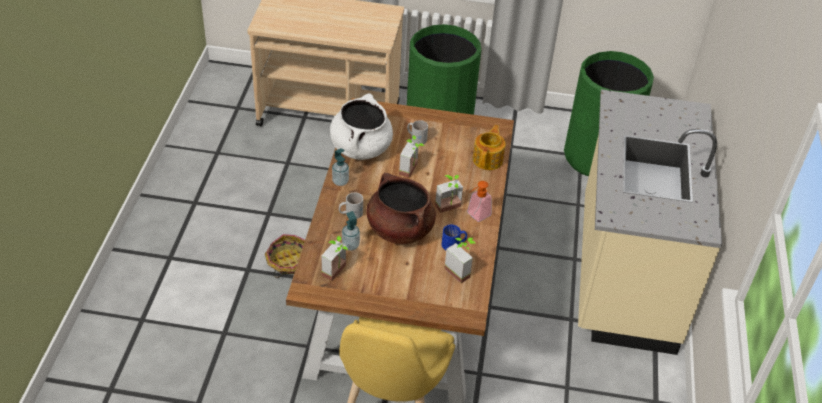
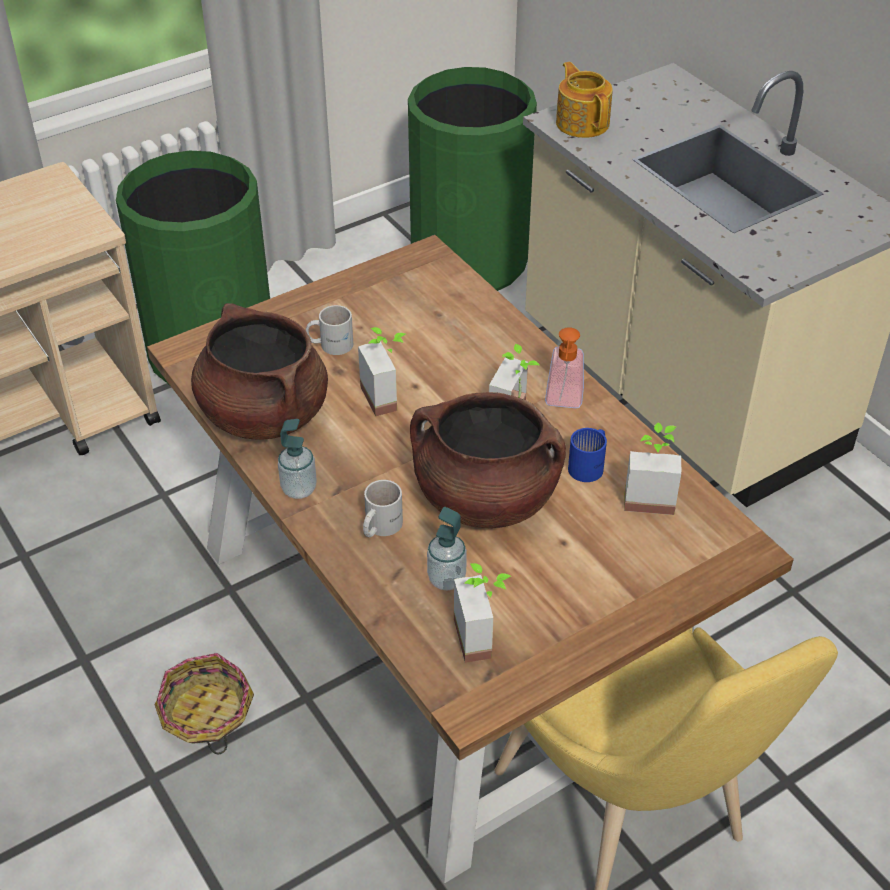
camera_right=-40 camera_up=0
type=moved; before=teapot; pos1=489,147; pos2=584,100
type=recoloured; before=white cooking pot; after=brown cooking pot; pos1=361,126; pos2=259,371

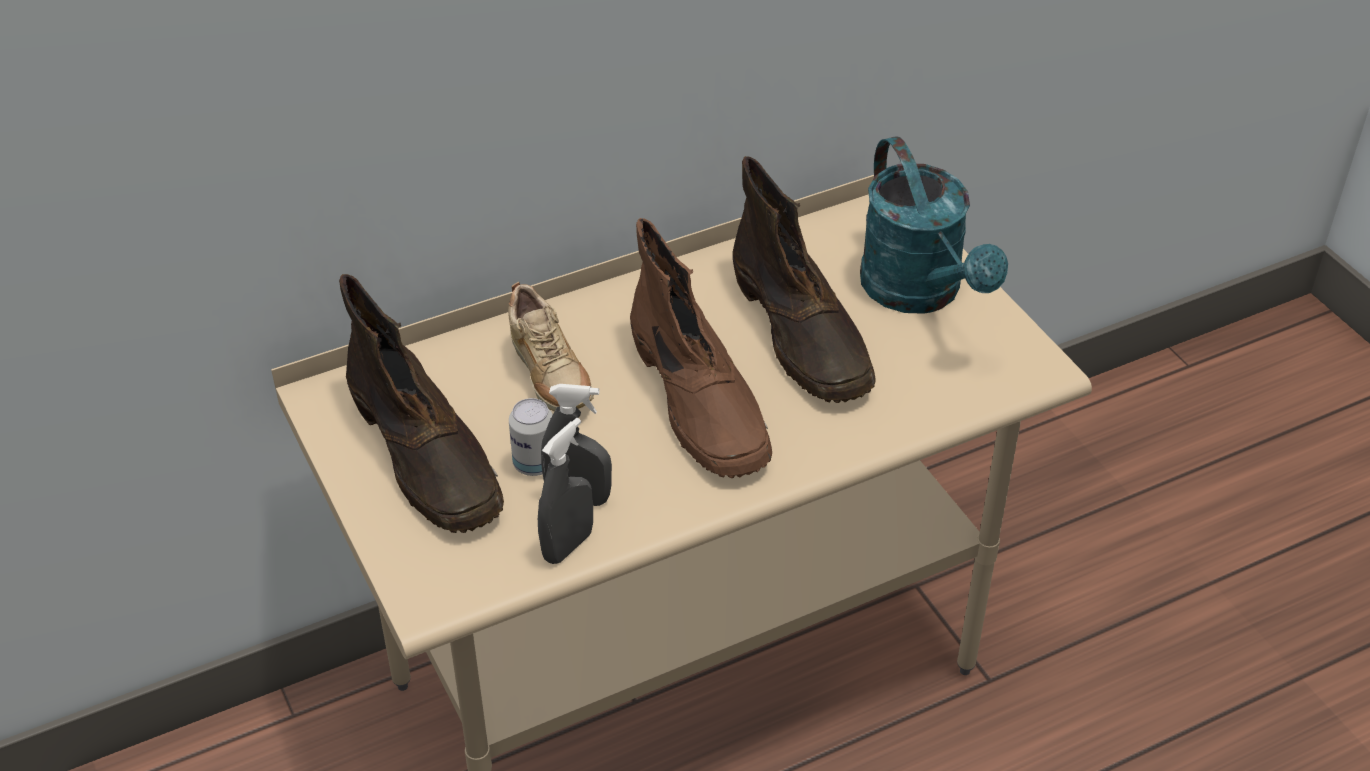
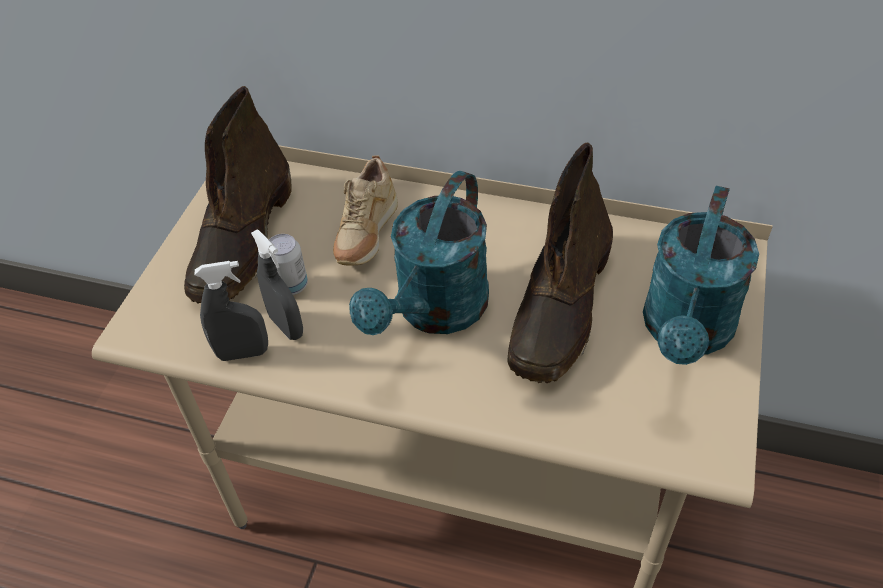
camera_right=45 camera_up=5
type=replaced; before=brown boot; after=turquoise watering can; pos1=701,348; pos2=419,253

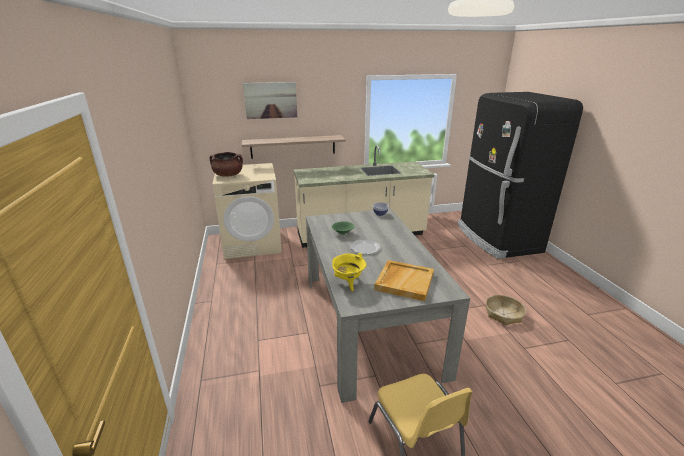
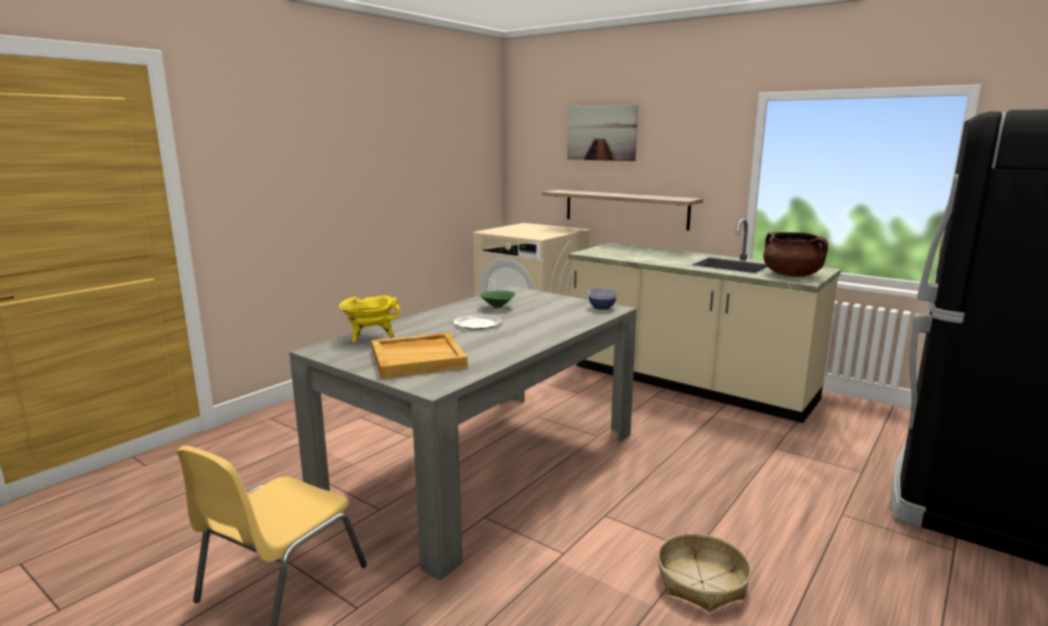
camera_right=50 camera_up=-10
type=moved; before=brown cooking pot; pos1=226,164; pos2=795,254

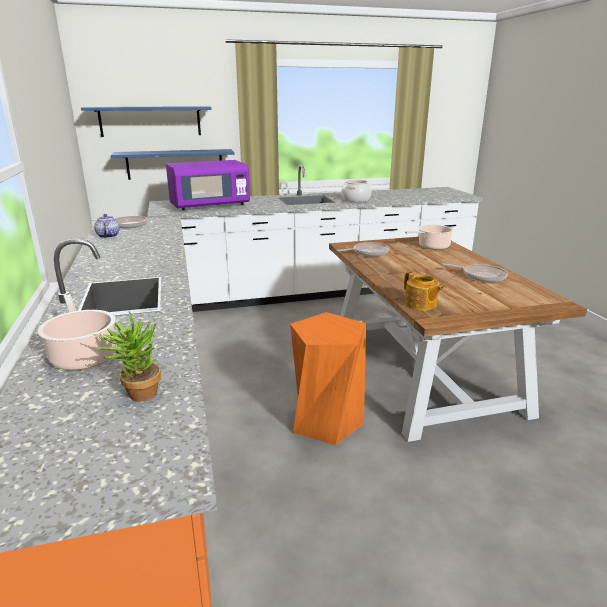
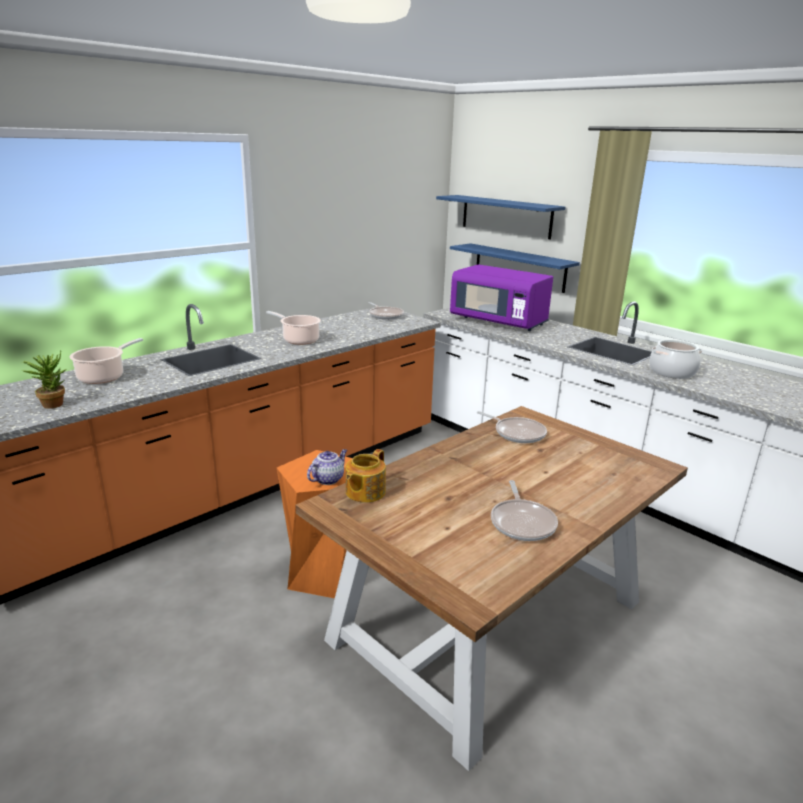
camera_right=60 camera_up=0
type=moved; before=teapot; pos1=106,226; pos2=327,467
type=moved; before=cooking pot; pos1=429,237; pos2=293,328

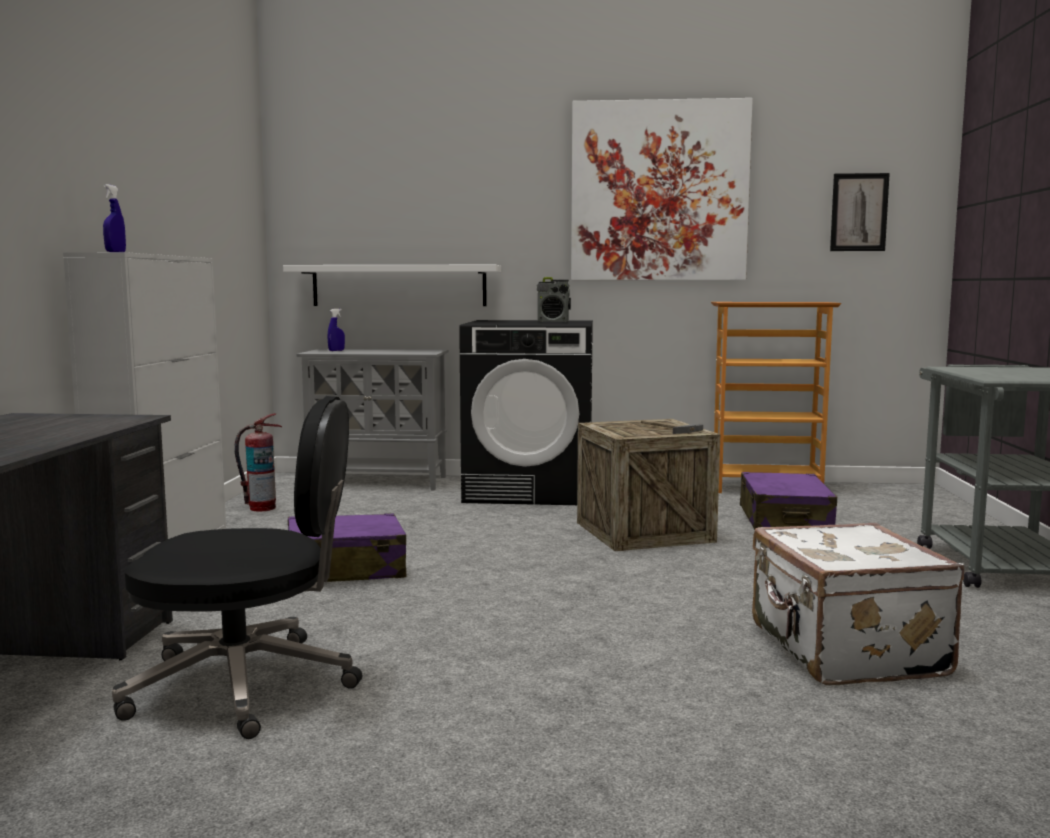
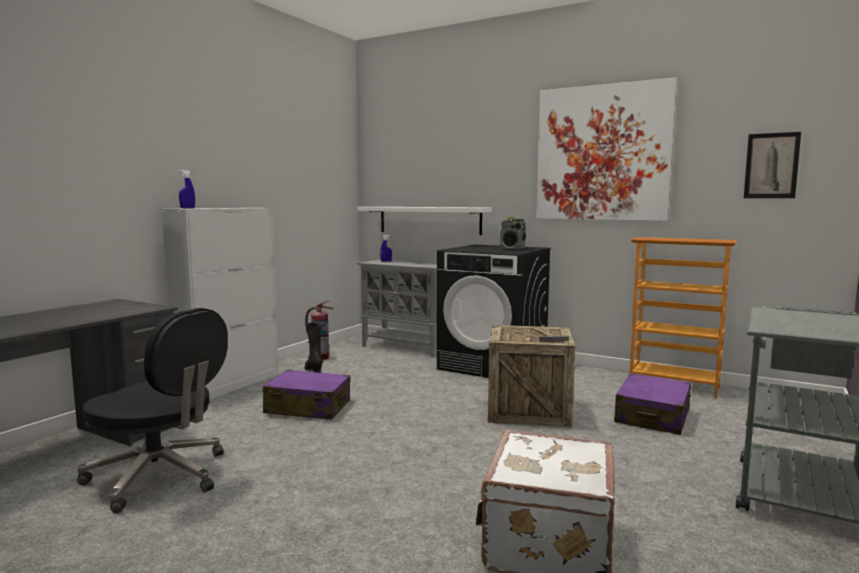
camera_right=25 camera_up=0
type=added; after=black boot; pos2=314,347

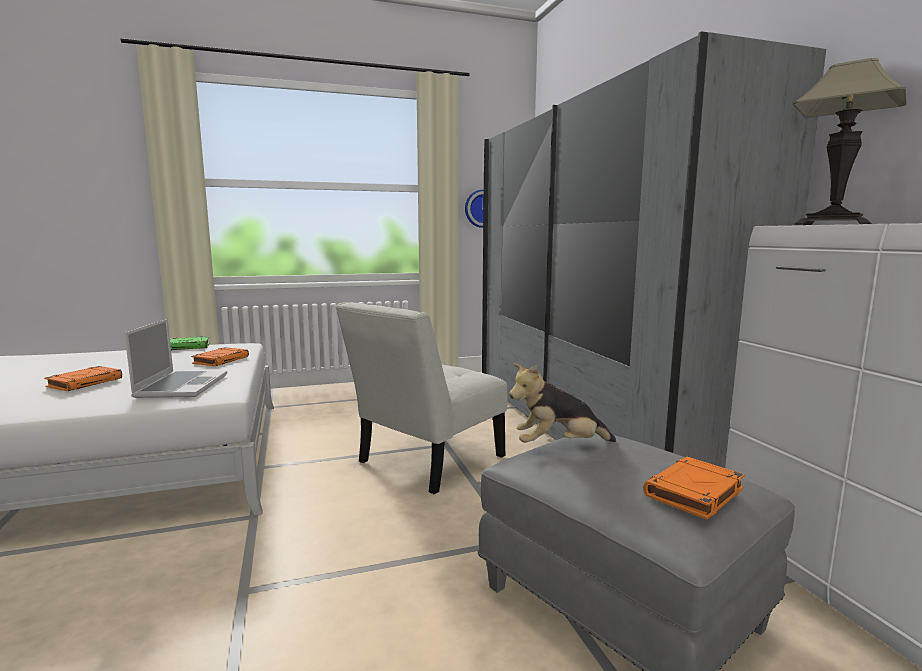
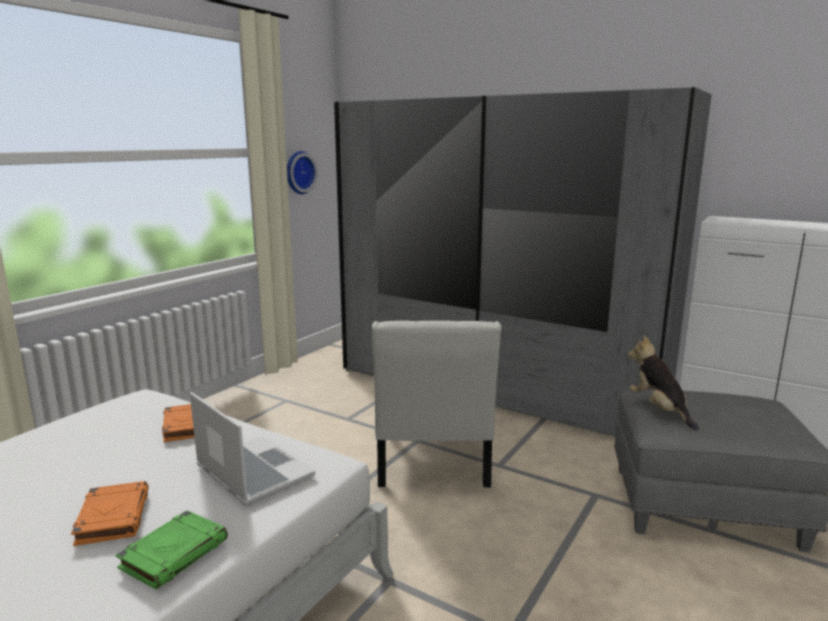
camera_right=-40 camera_up=5
type=removed; before=orange book; pos1=694,488
type=removed; before=table lamp; pos1=849,141
type=moved; before=green book; pos1=190,343; pos2=172,550
type=turned; before=plush toy; pos1=562,403; pos2=663,382; turn=120

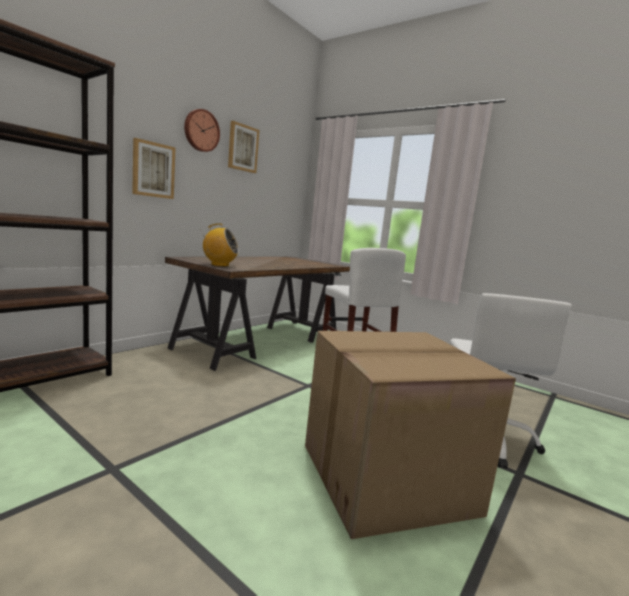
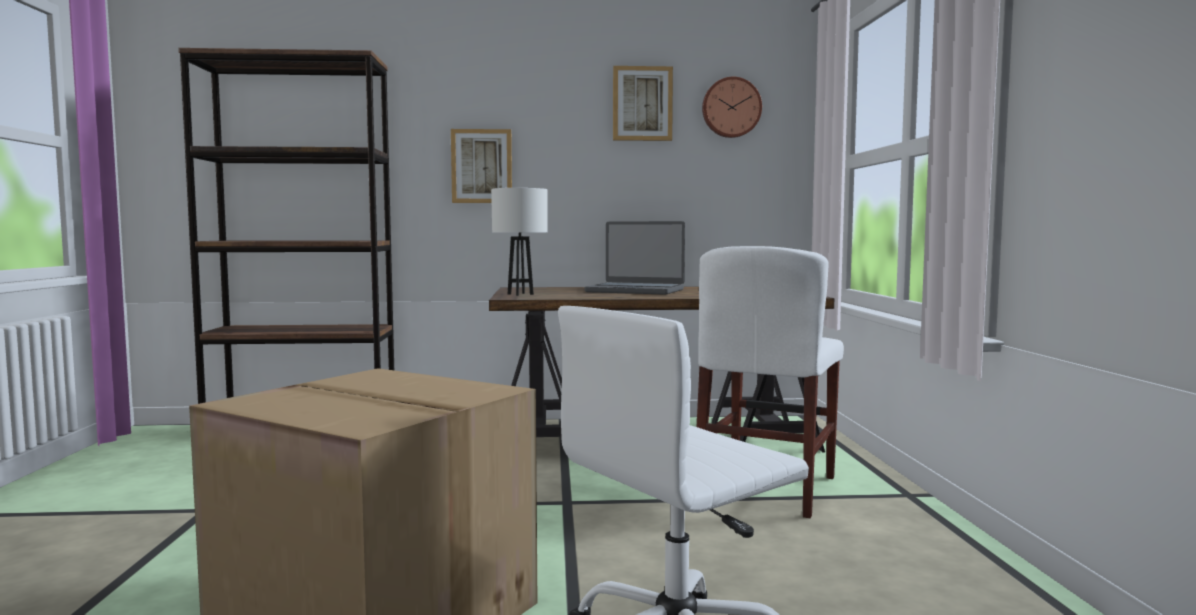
camera_right=50 camera_up=-5
type=added; after=laptop; pos2=634,258
type=moved; before=wall clock; pos1=202,130; pos2=732,107
type=replaced; before=radio; after=white table lamp; pos1=220,245; pos2=519,242

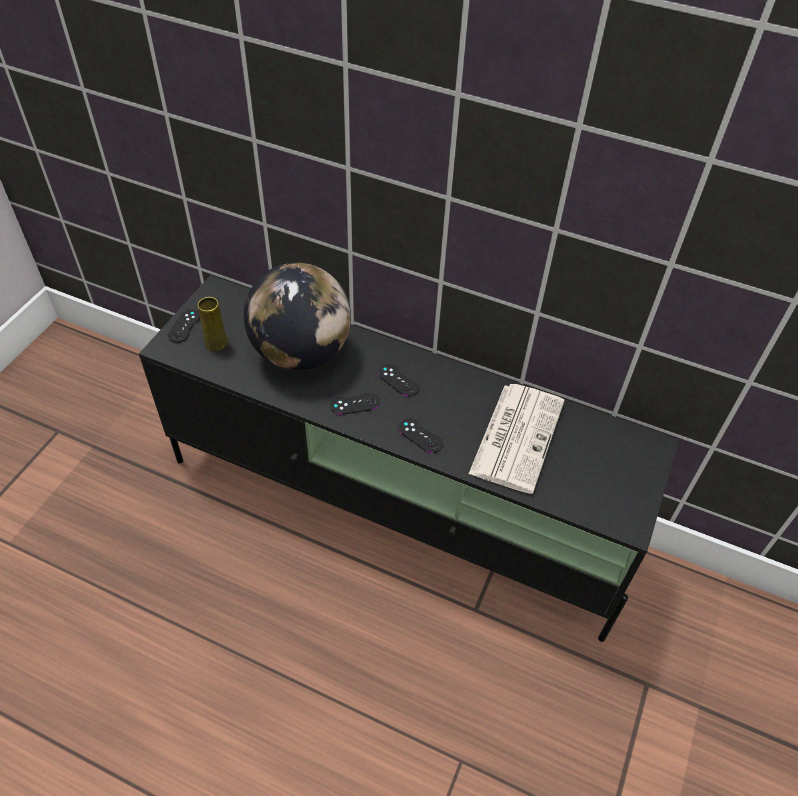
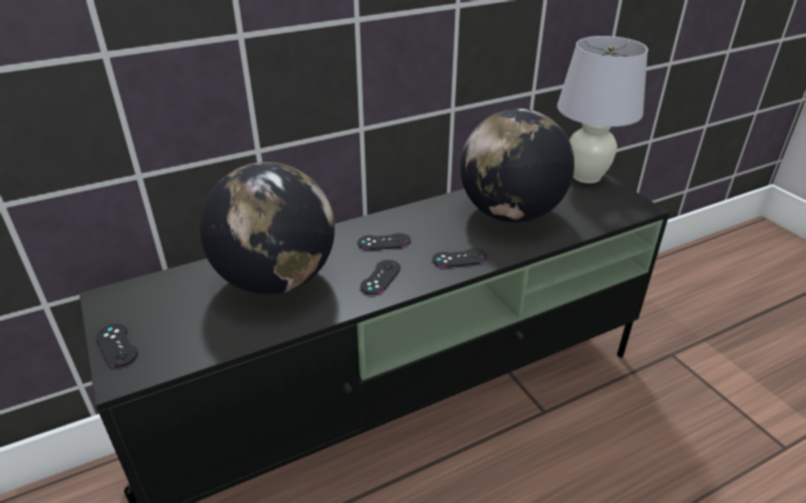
camera_right=-50 camera_up=-15
type=removed; before=yellow vase; pos1=212,324
type=added; after=white table lamp; pos2=602,109
type=replaced; before=newspaper; after=globe; pos1=516,439; pos2=517,166

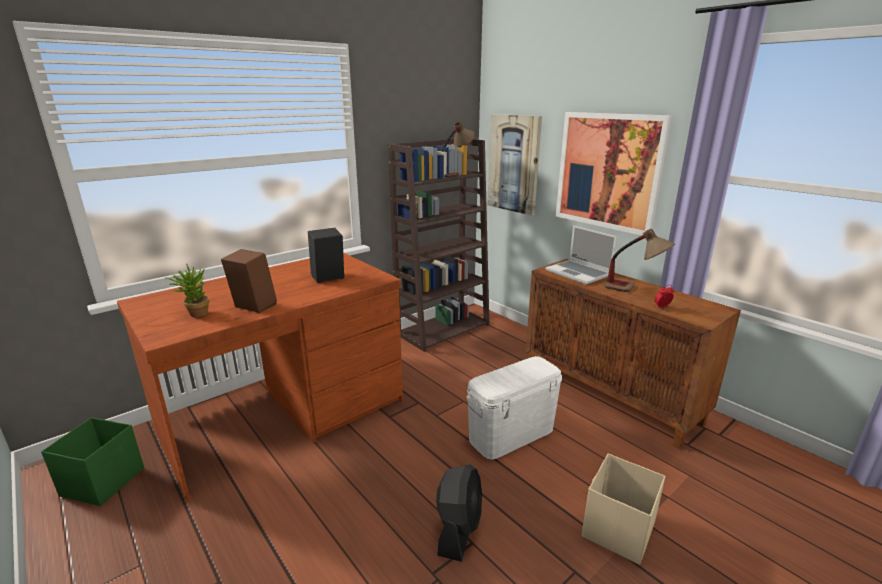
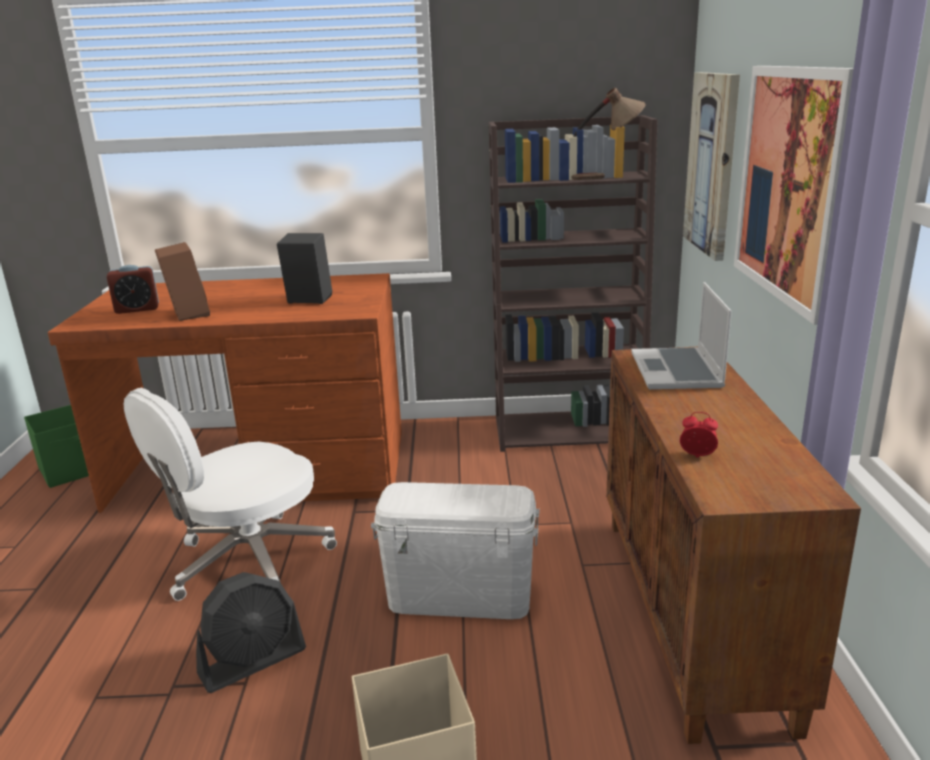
camera_right=40 camera_up=0
type=removed; before=table lamp; pos1=639,260
type=added; after=white office chair; pos2=230,494
type=replaced; before=potted plant; after=alarm clock; pos1=187,290; pos2=133,289

